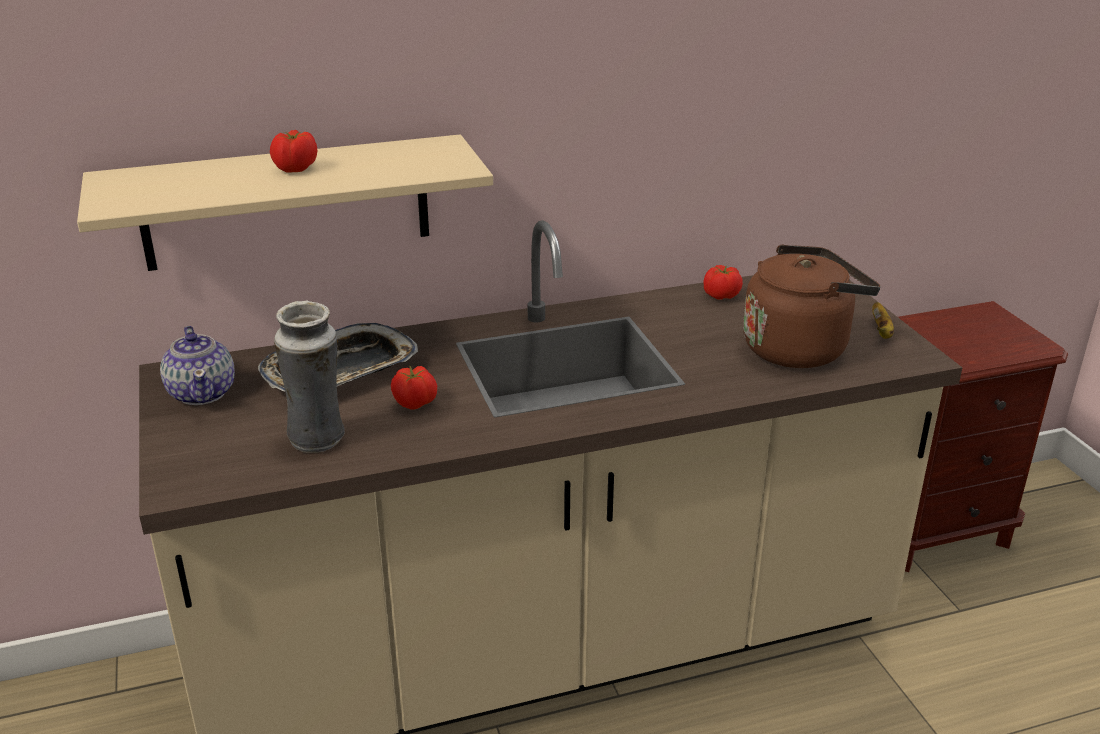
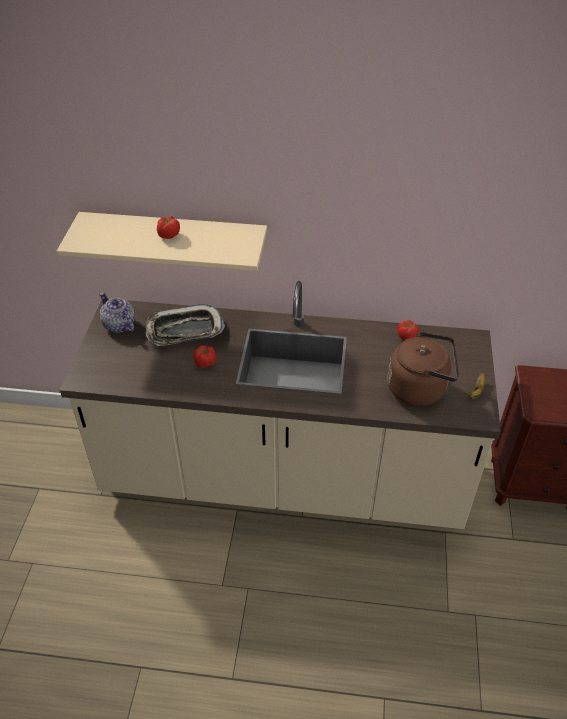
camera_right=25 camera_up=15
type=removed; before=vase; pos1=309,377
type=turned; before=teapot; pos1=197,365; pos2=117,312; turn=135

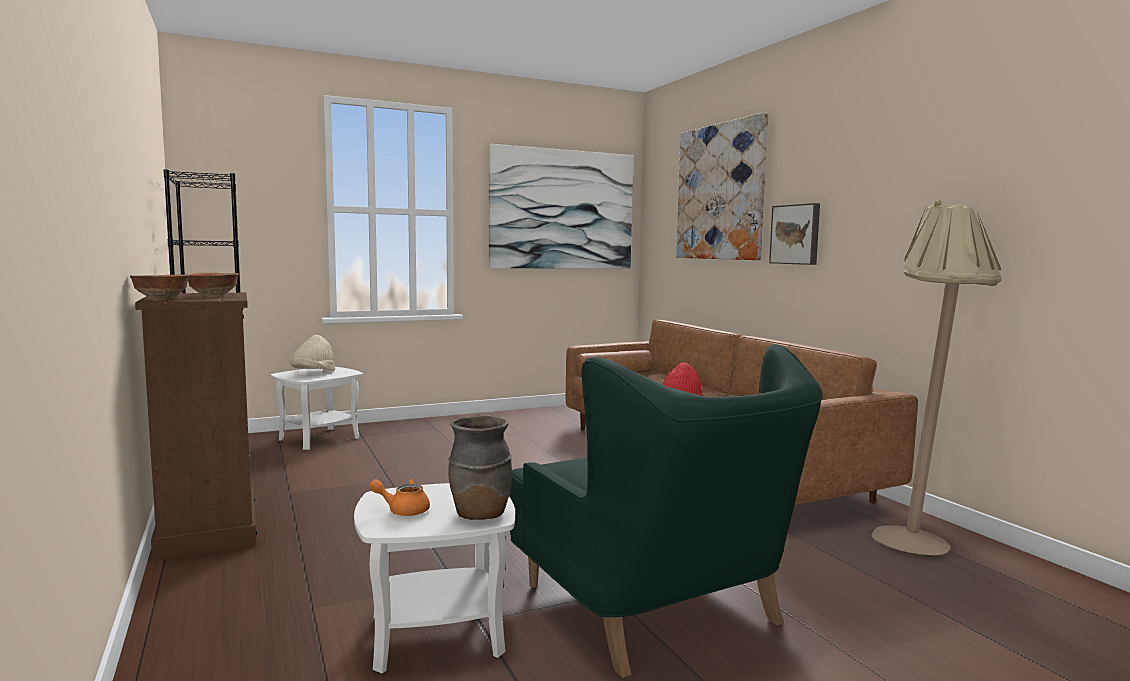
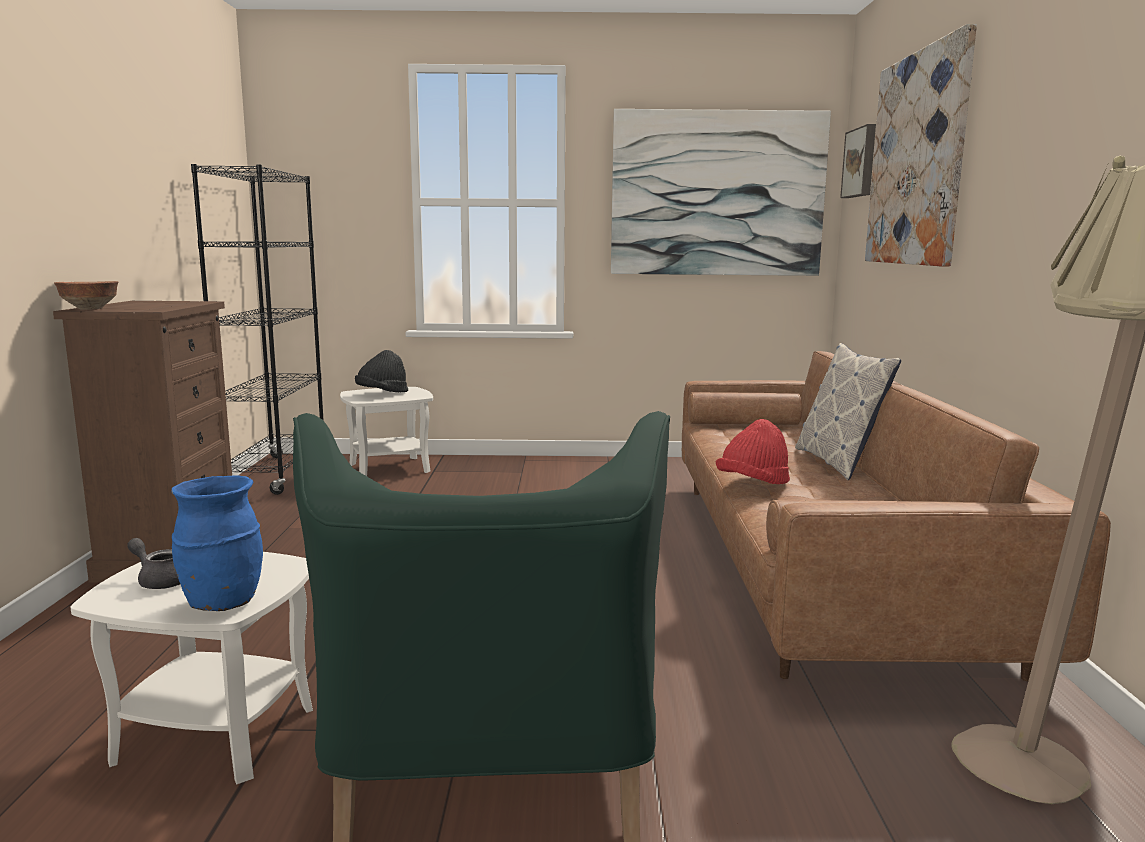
camera_right=25 camera_up=5
type=removed; before=bowl; pos1=212,285
type=added; after=pillow; pos2=848,411
type=moved; before=picture; pos1=794,234; pos2=858,161
type=recoloured; before=beige hat; after=black hat; pos1=312,353; pos2=381,371
type=recoloured; before=orange teapot; after=grey teapot; pos1=399,497; pos2=153,563
type=recoloured; before=brown vase; after=blue vase; pos1=480,467; pos2=217,543

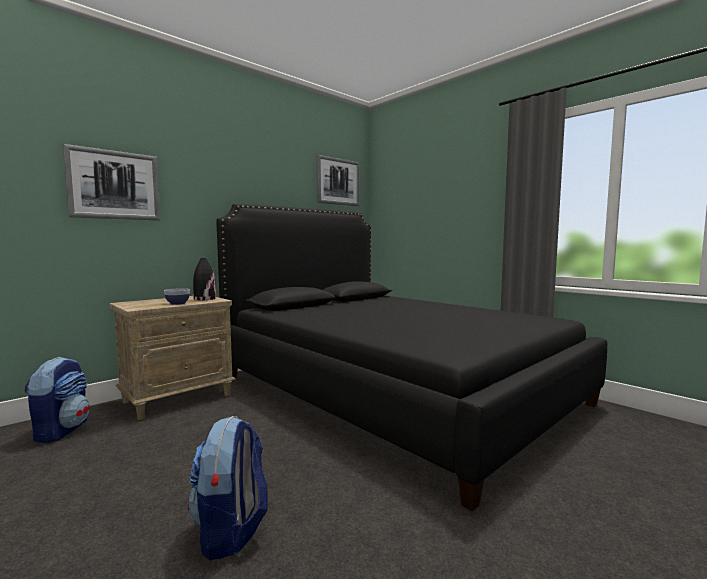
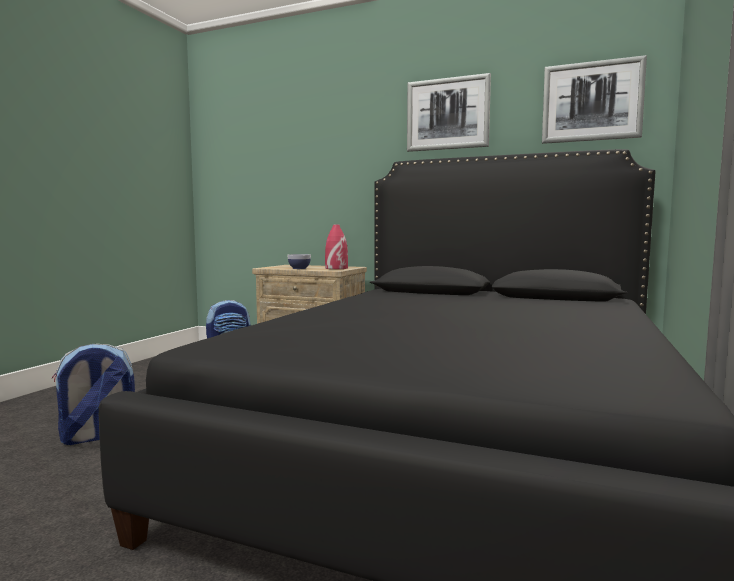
camera_right=65 camera_up=0
type=moved; before=picture; pos1=111,182; pos2=449,112
type=recoloured; before=black vase; after=red vase; pos1=204,279; pos2=336,247

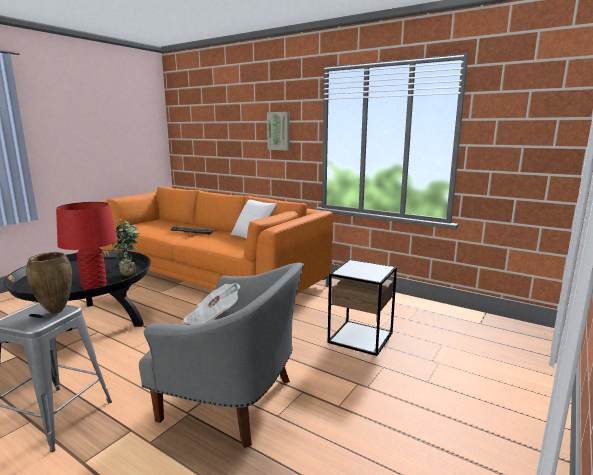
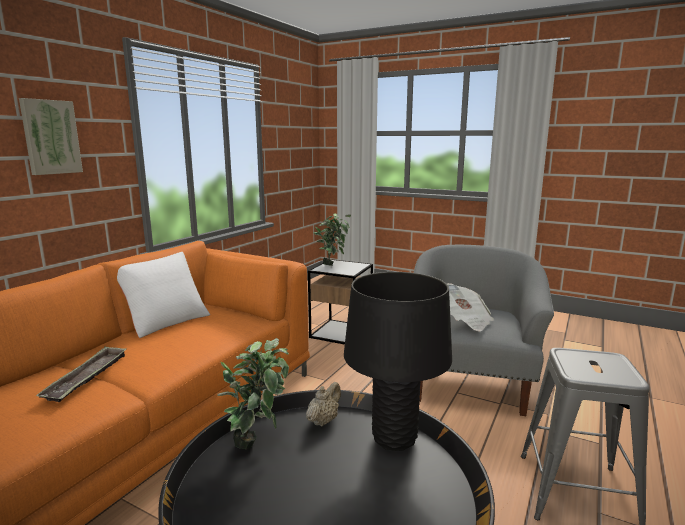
camera_right=-95 camera_up=0
type=removed; before=brown vase; pos1=49,283
type=added; after=potted plant; pos2=332,239
type=recoloured; before=red table lamp; after=black table lamp; pos1=87,246; pos2=398,361

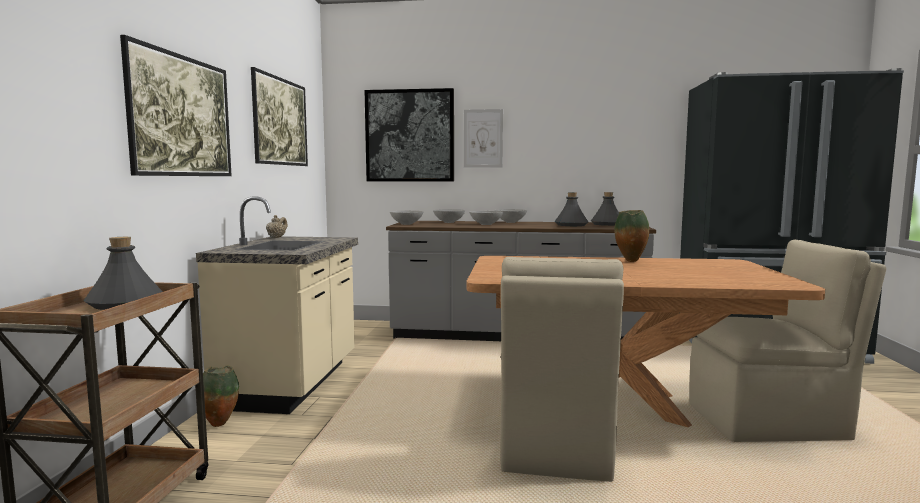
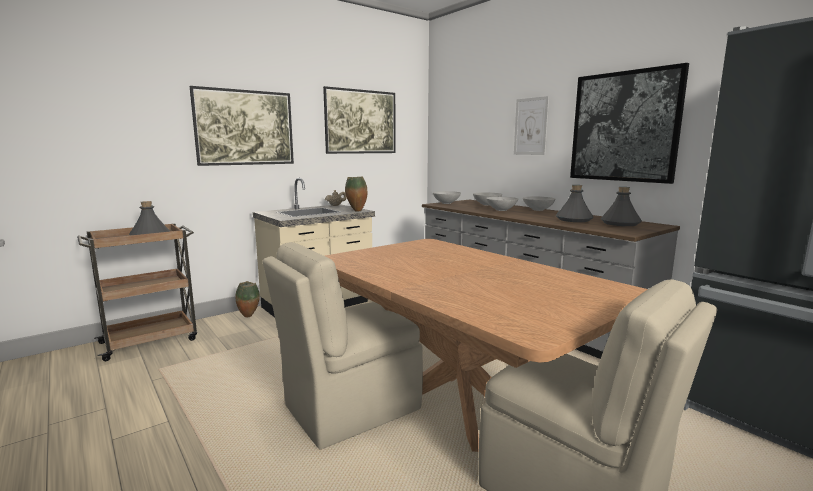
camera_right=45 camera_up=5
type=moved; before=picture; pos1=409,134; pos2=629,123
type=moved; before=vase; pos1=631,236; pos2=356,194

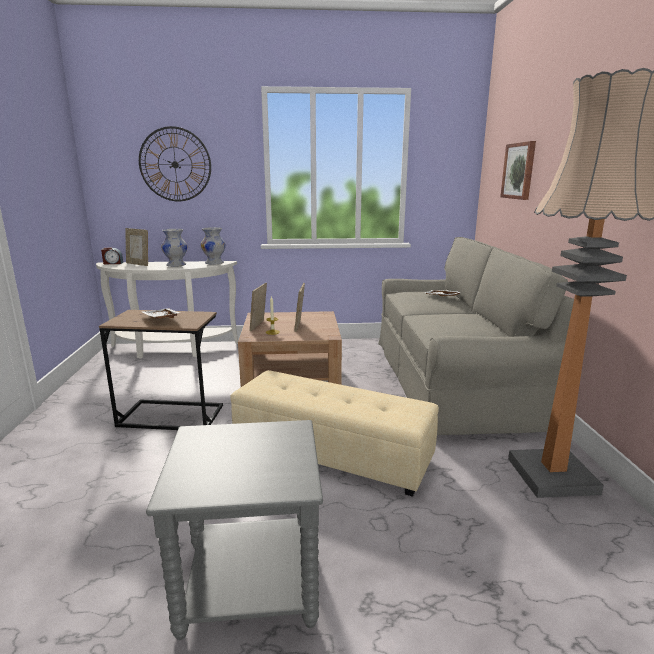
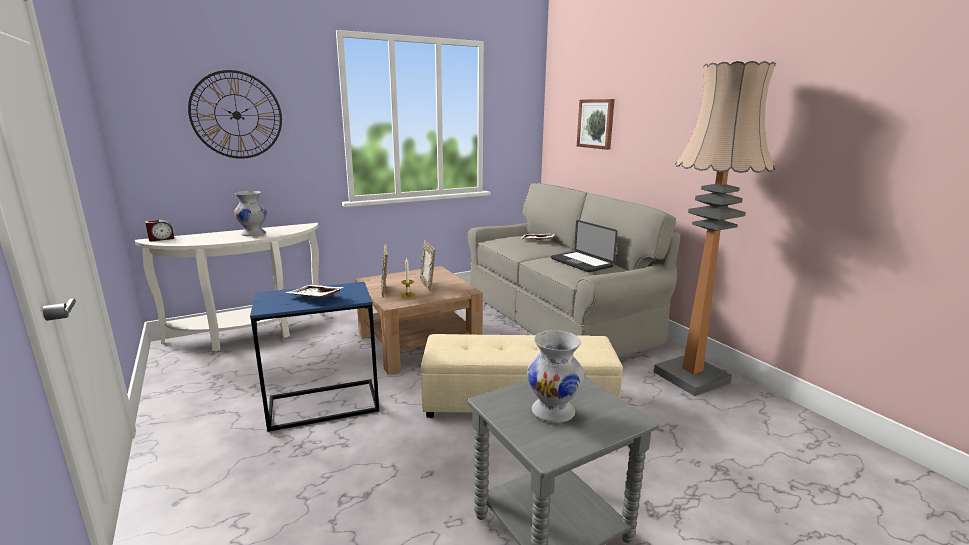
camera_right=-25 camera_up=0
type=removed; before=picture frame; pos1=136,247
type=added; after=laptop; pos2=584,246
type=moved; before=white vase; pos1=213,246; pos2=555,376
type=recoloured; before=brown side table; after=blue side table; pos1=161,370; pos2=314,357

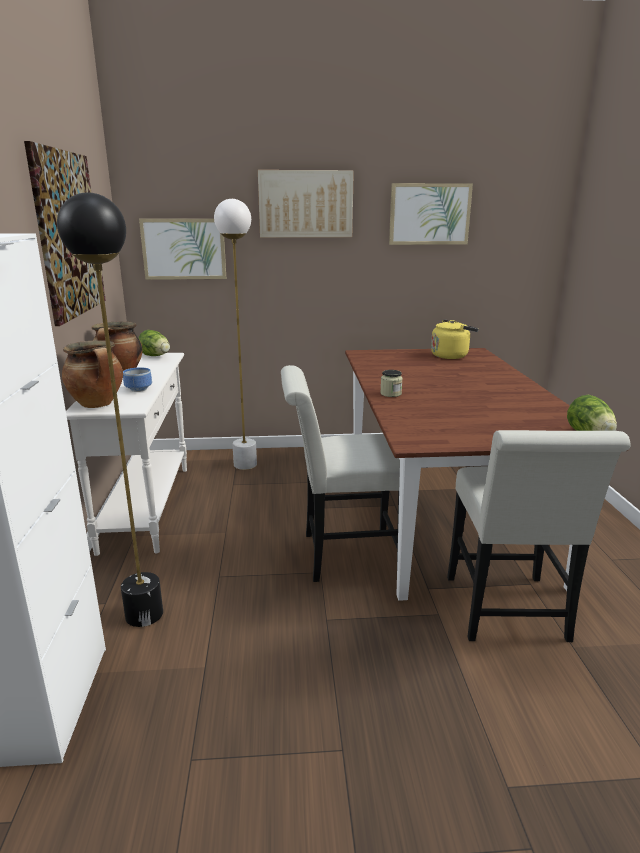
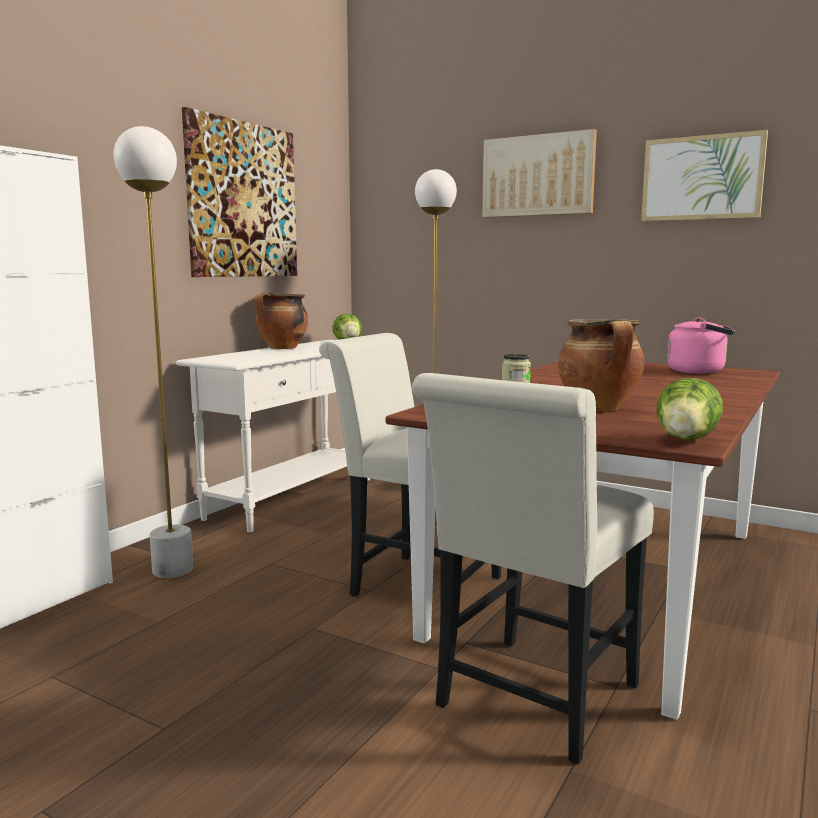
camera_right=35 camera_up=-10
type=removed; before=bowl; pos1=137,380
type=removed; before=picture; pos1=182,249
type=moved; before=cooking pot; pos1=92,374; pos2=601,365
type=recoloured; before=black floor lamp; after=white floor lamp; pos1=110,409; pos2=153,352
type=recoloured; before=yellow kettle; after=pink kettle; pos1=455,339; pos2=701,346

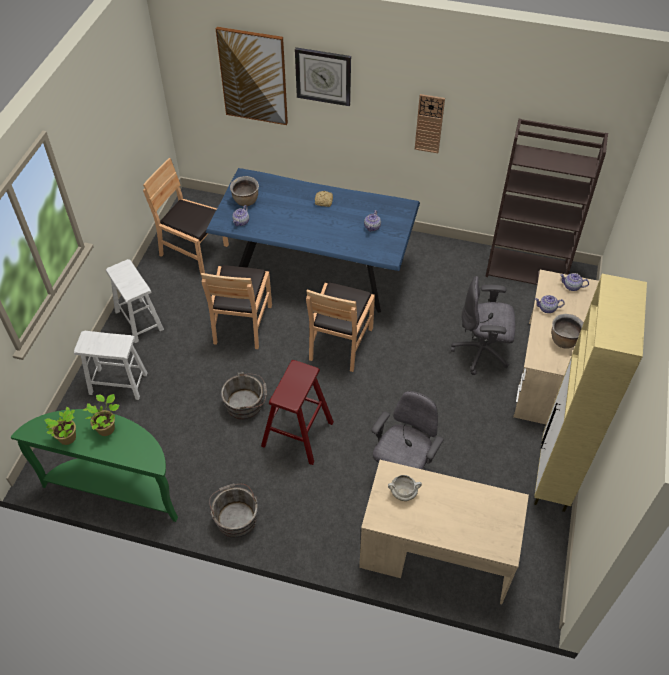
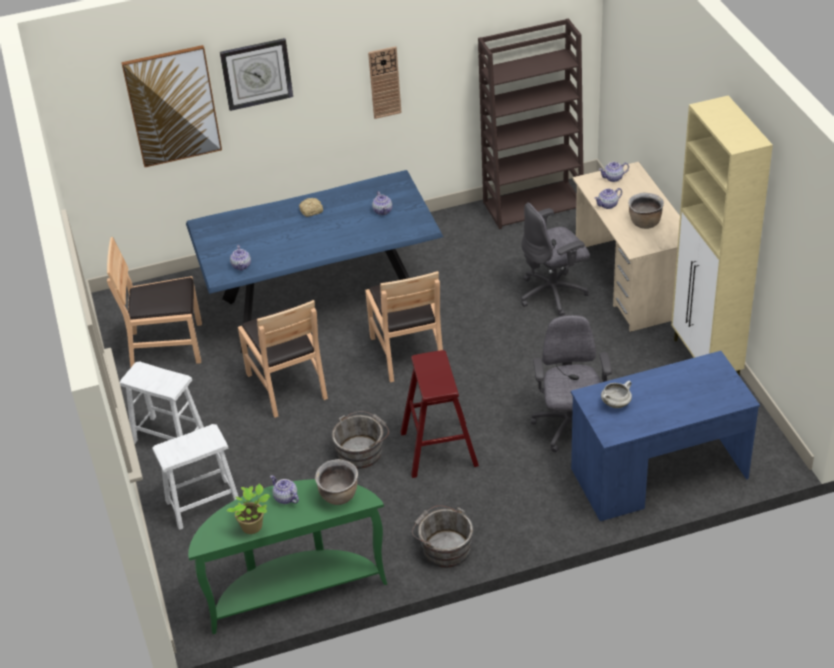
camera_right=-30 camera_up=-10
type=moved; before=brown cooking pot; pos1=244,191; pos2=336,482
type=replaced; before=potted plant; after=teapot; pos1=101,415; pos2=284,489
type=recoloured; before=beige desk; after=blue desk; pos1=444,532; pos2=665,436

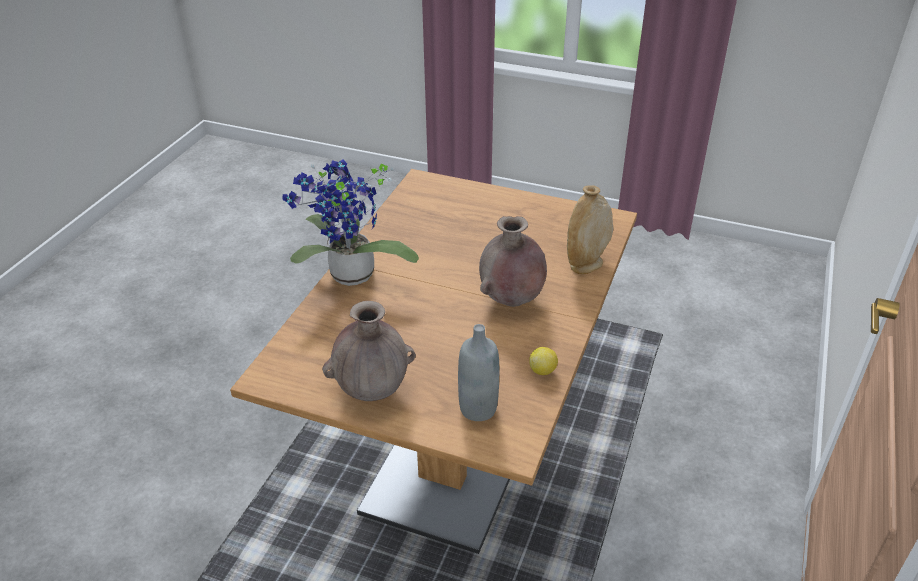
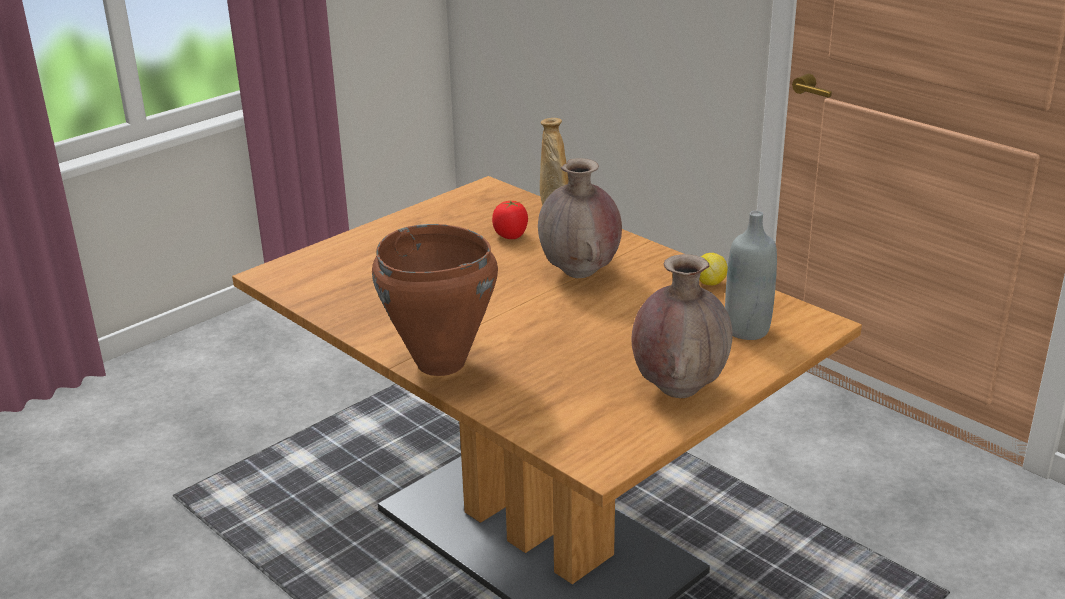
camera_right=-65 camera_up=-10
type=added; after=tomato; pos2=510,220
type=replaced; before=potted plant; after=brown cooking pot; pos1=350,222; pos2=435,300

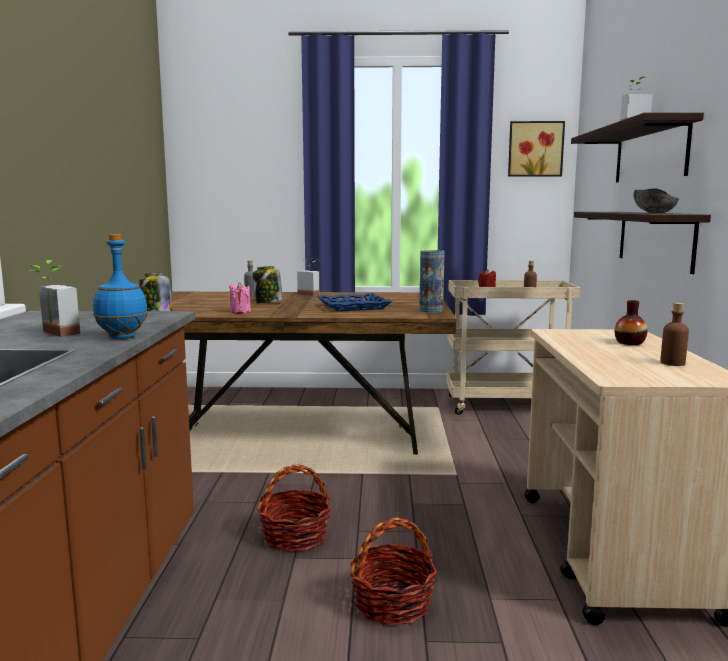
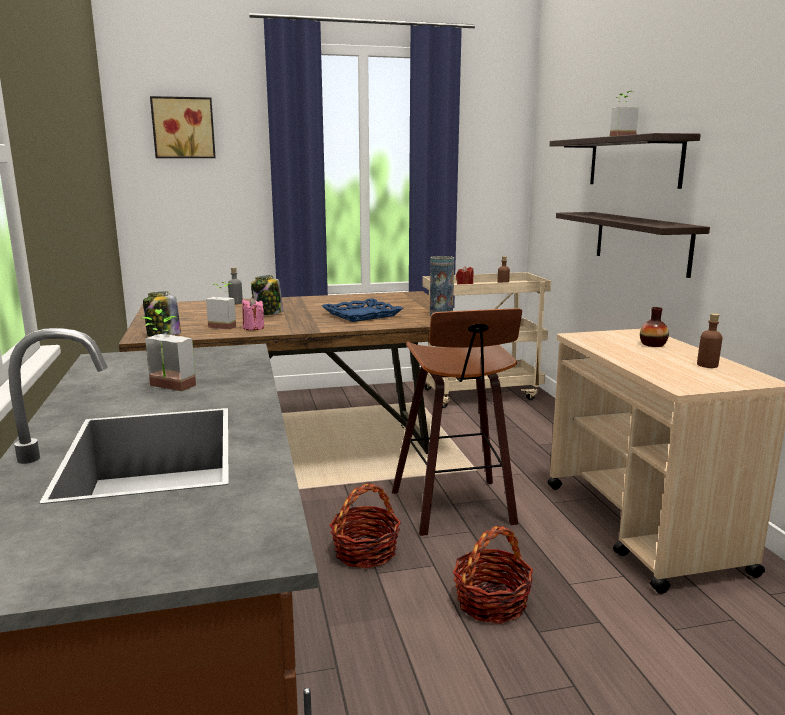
camera_right=-15 camera_up=5
type=removed; before=blue bottle; pos1=120,286
type=removed; before=grey bowl; pos1=656,200
type=added; after=stool; pos2=457,422
type=moved; before=potted plant; pos1=308,277; pos2=221,306
type=moved; before=picture; pos1=536,149; pos2=183,127

